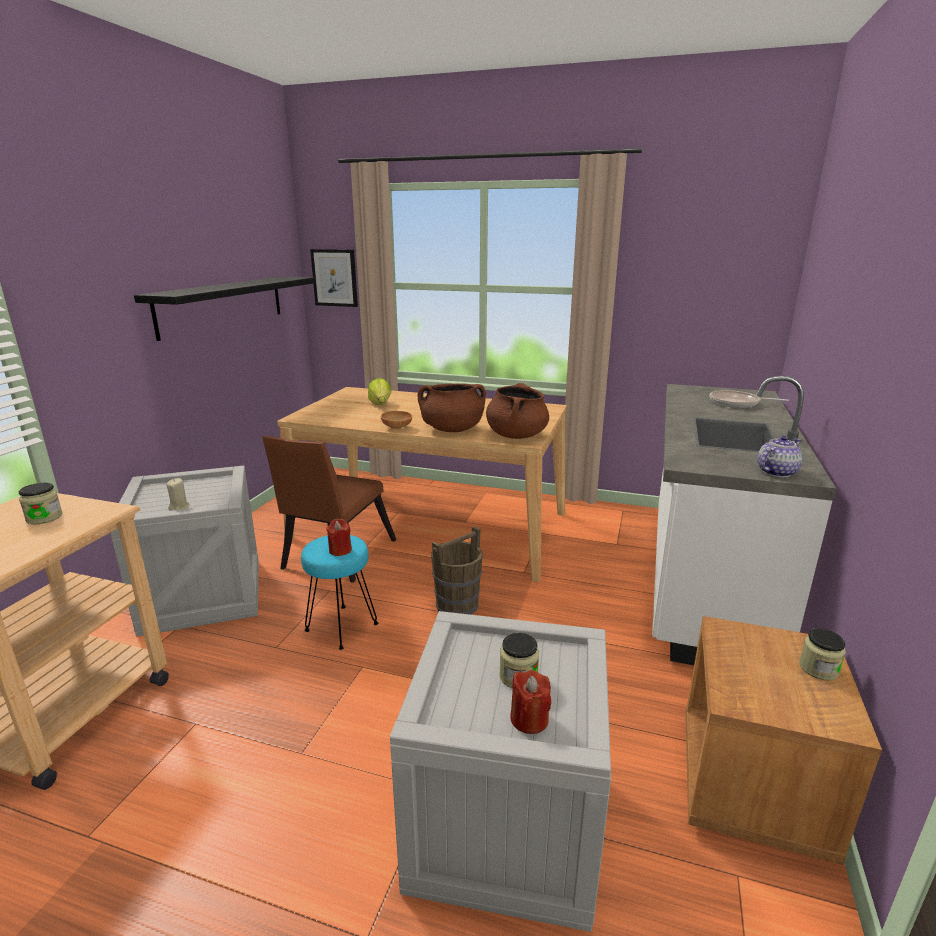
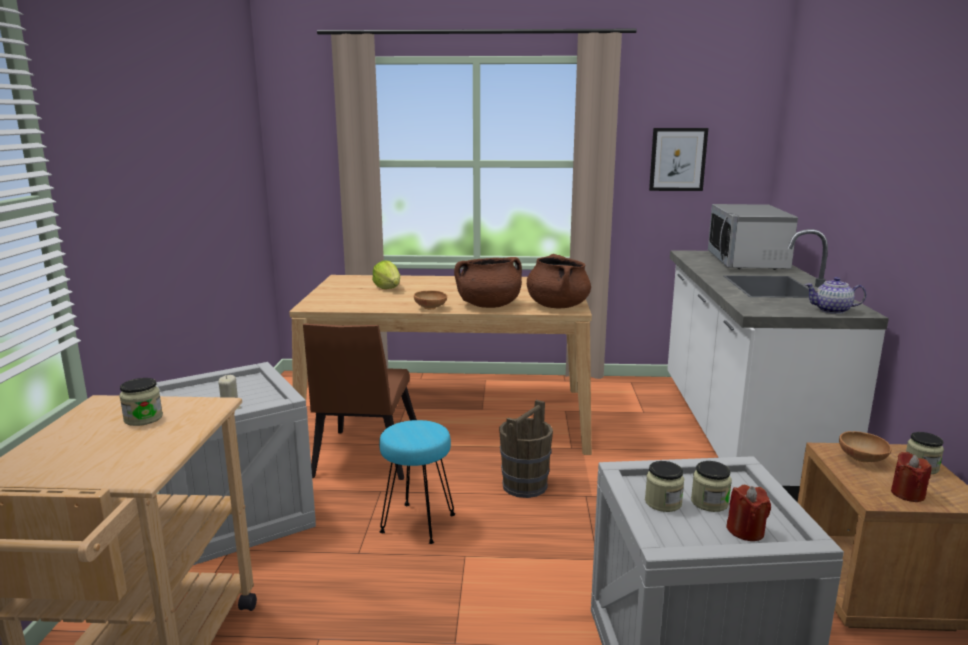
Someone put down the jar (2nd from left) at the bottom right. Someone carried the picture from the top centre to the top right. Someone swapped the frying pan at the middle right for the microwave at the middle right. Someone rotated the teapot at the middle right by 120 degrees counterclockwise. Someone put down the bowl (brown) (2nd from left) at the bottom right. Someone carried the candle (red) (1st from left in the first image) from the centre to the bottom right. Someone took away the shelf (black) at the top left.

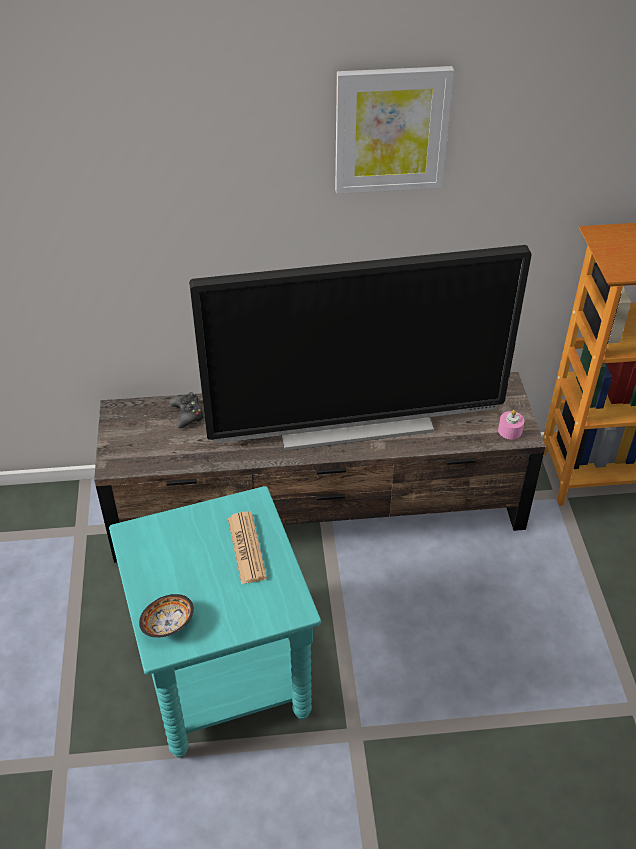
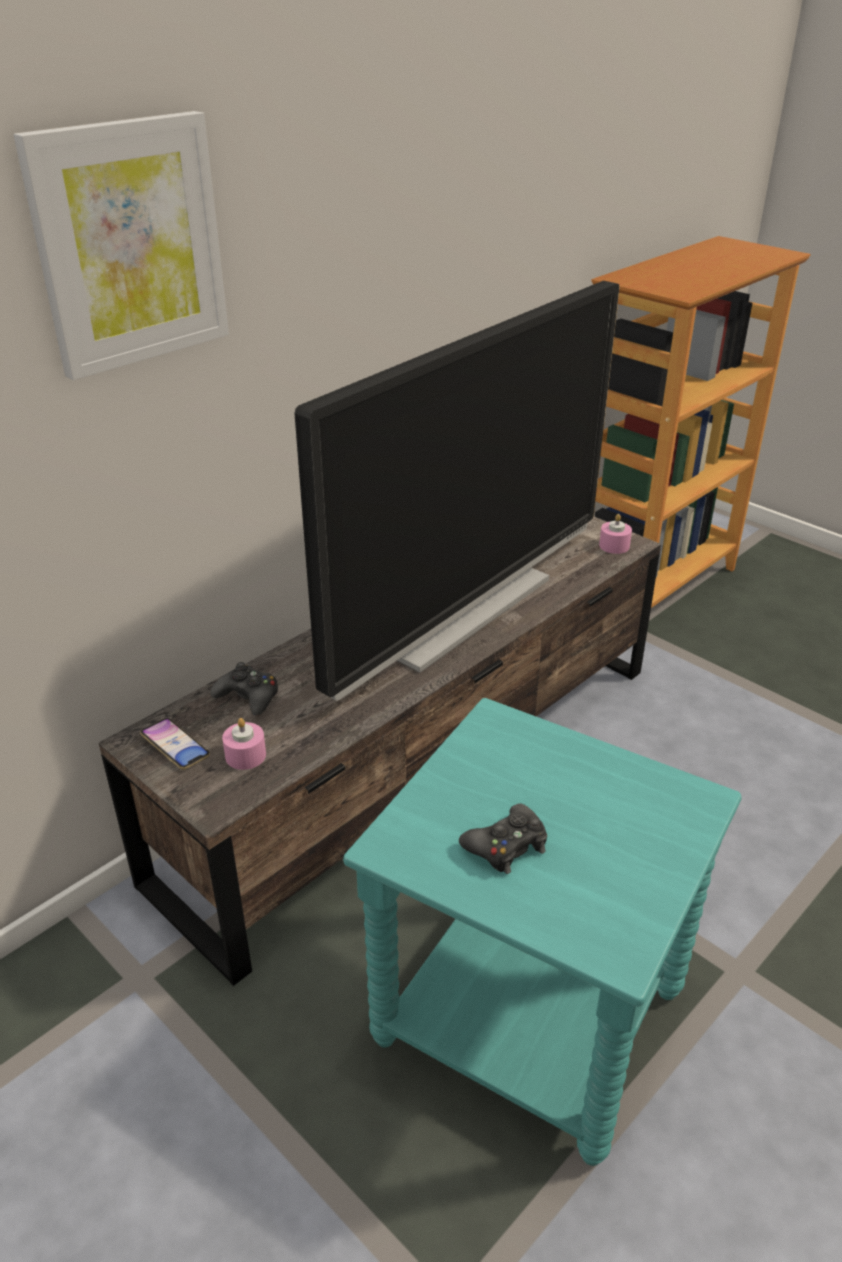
Someone carried the picture from the top centre to the top left. Someone put down the phone at the middle left. Someone put down the candle (pink) (1st from left) at the middle left. Someone put down the game controller (black) (2nd from left) at the centre. Someone took away the bowl at the bottom left. Someone took away the newspaper at the centre.

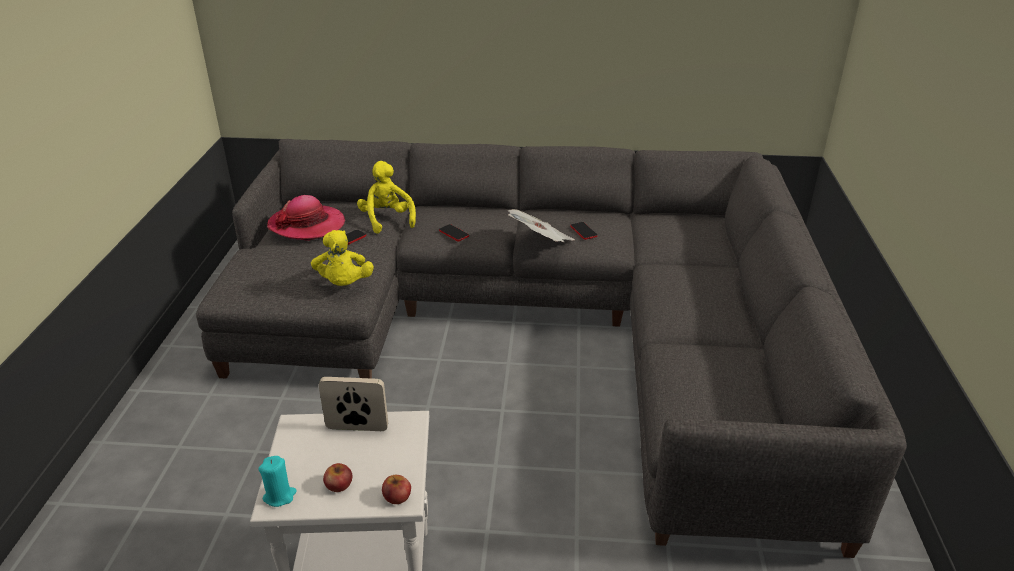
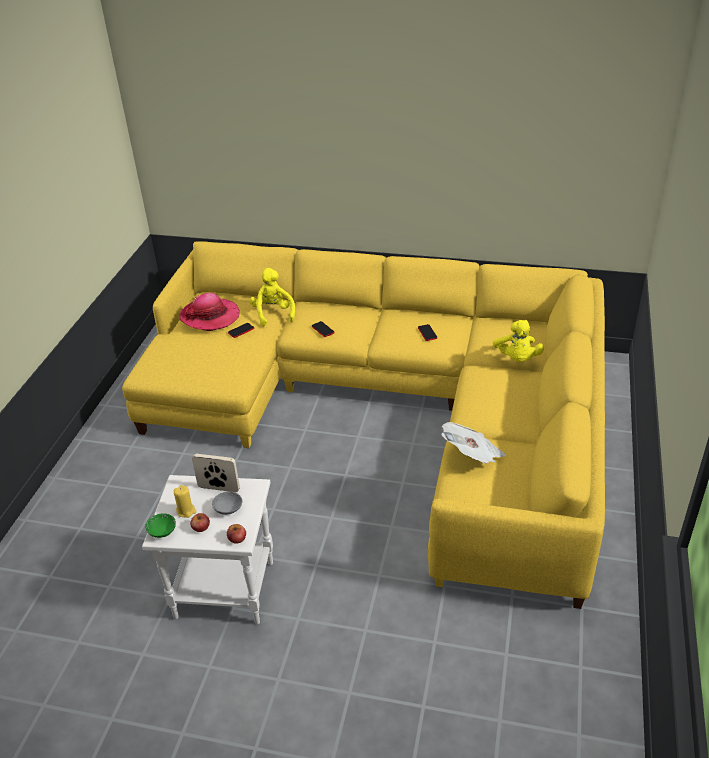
Someone repainted the sofa (grey) at the centre, which became the sofa (yellow) at the centre. Someone swapped the candle (turquoise) at the bottom left for the bowl (green) at the bottom left. Someone put down the candle (yellow) at the middle left. Someone put down the bowl (grey) at the middle left. Someone carried the newspaper from the centre to the middle right. Someone carried the plush toy (yellow) (1st from left in the first image) from the centre to the middle right.

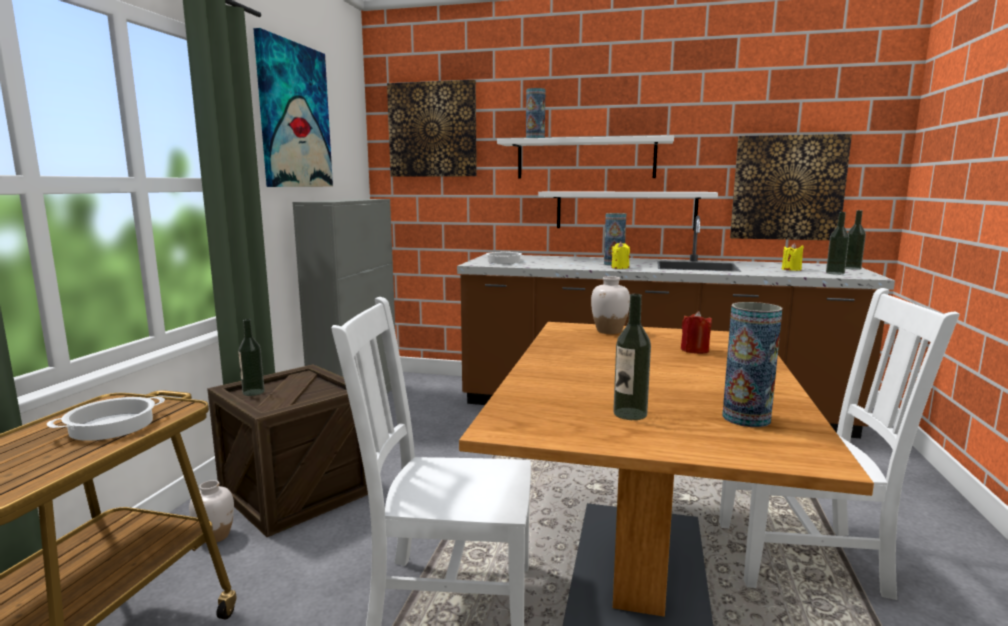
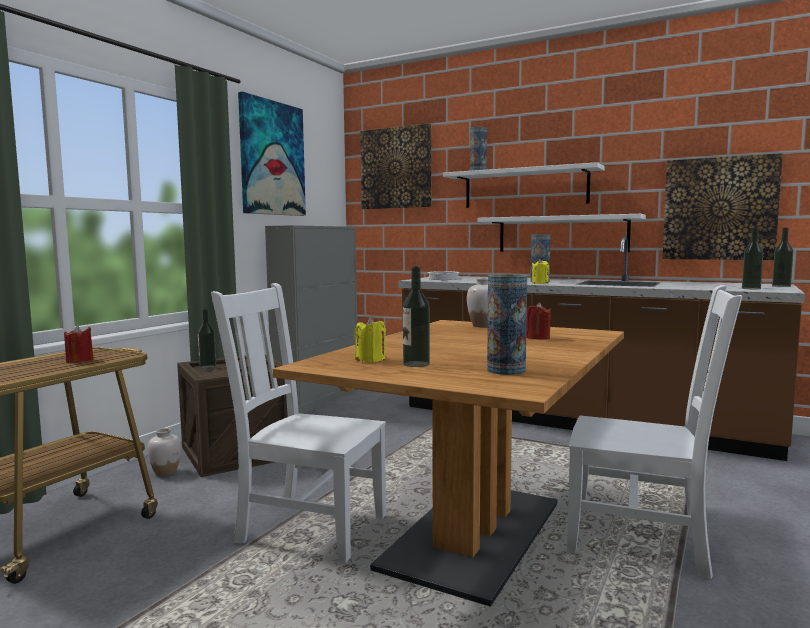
Someone swapped the cooking pot (1st from left) at the bottom left for the candle (red) (1st from left) at the middle left. Someone carried the candle (yellow) (2nd from left in the first image) from the middle right to the centre.

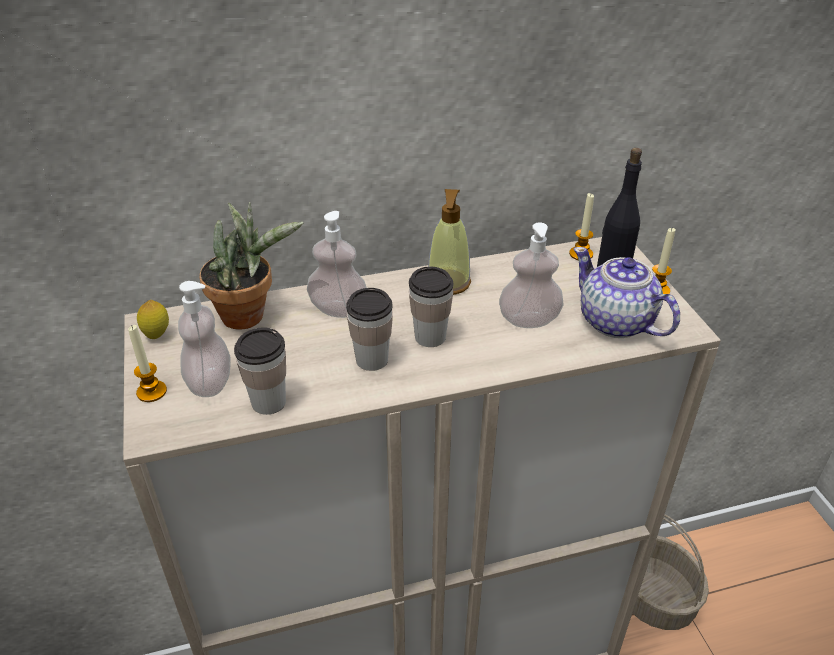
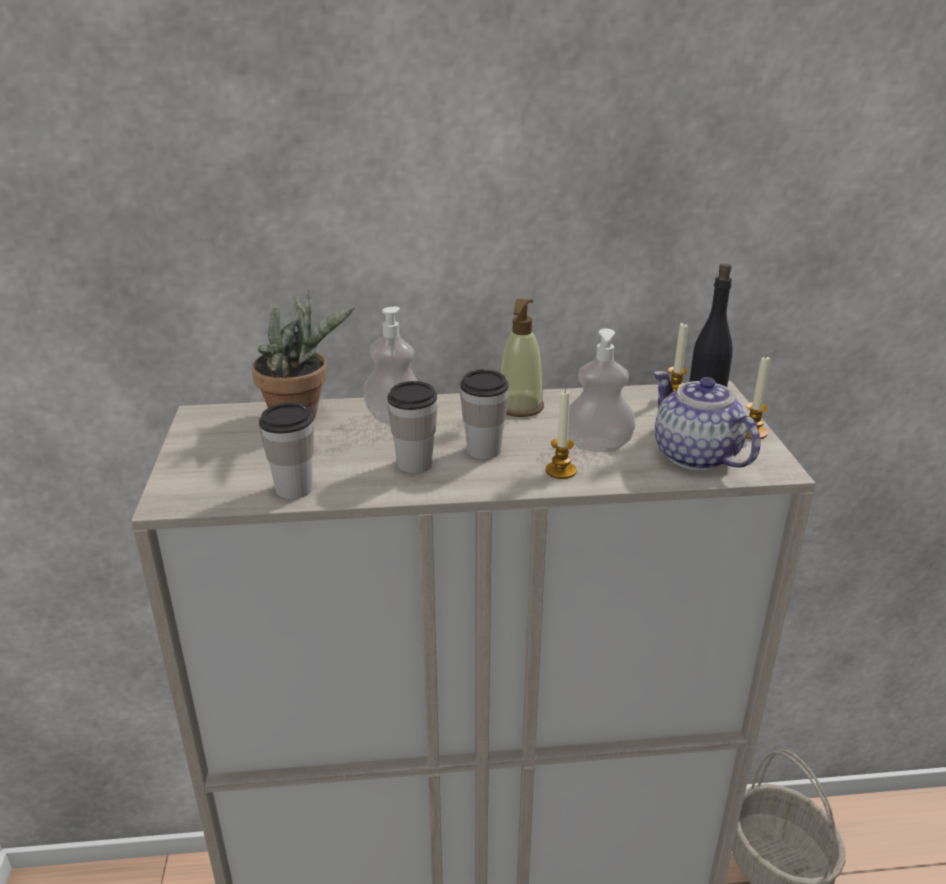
Someone carried the candle (1st from left) from the middle left to the centre. Someone took away the lemon at the middle left. Someone took away the soap dispenser (1st from left) at the middle left.

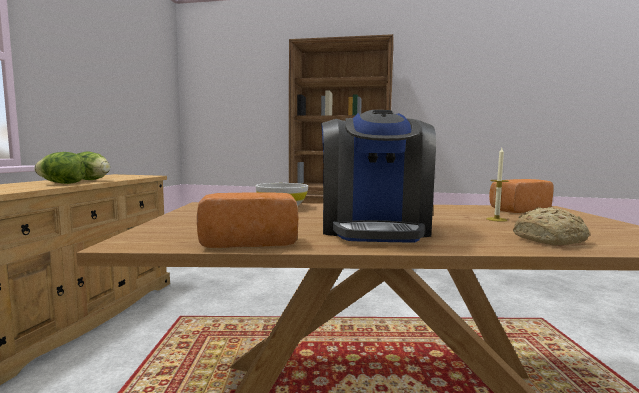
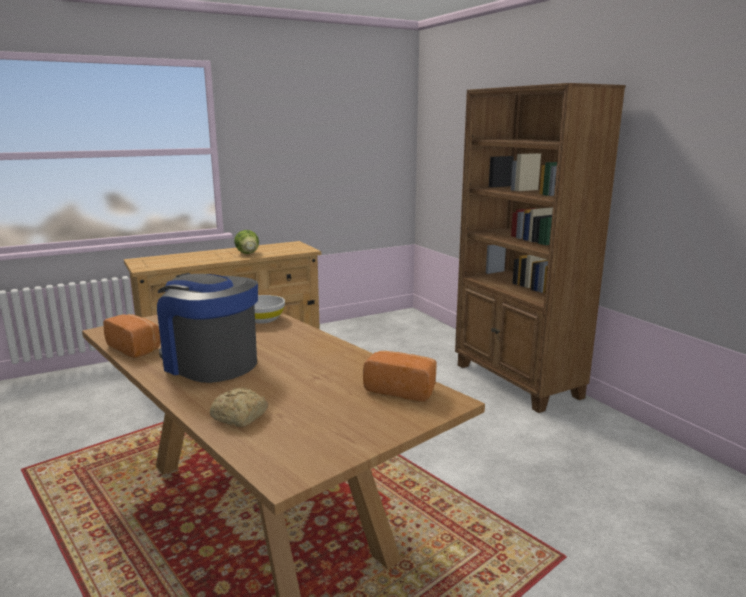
Someone rotated the coffee machine at the centre by 75 degrees clockwise. Someone took away the lettuce (1st from left) at the middle left. Someone took away the candle at the middle right.

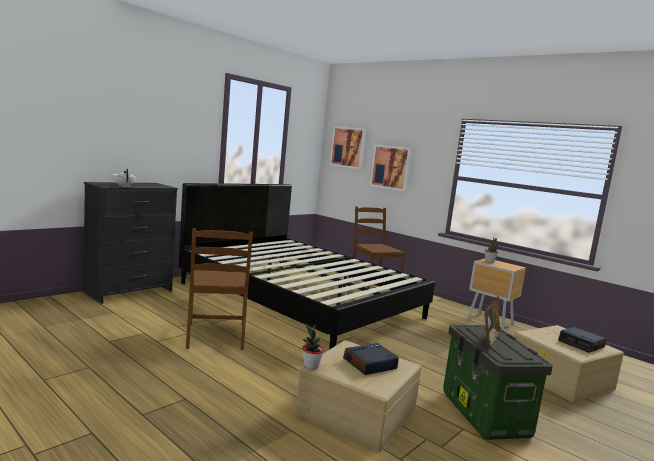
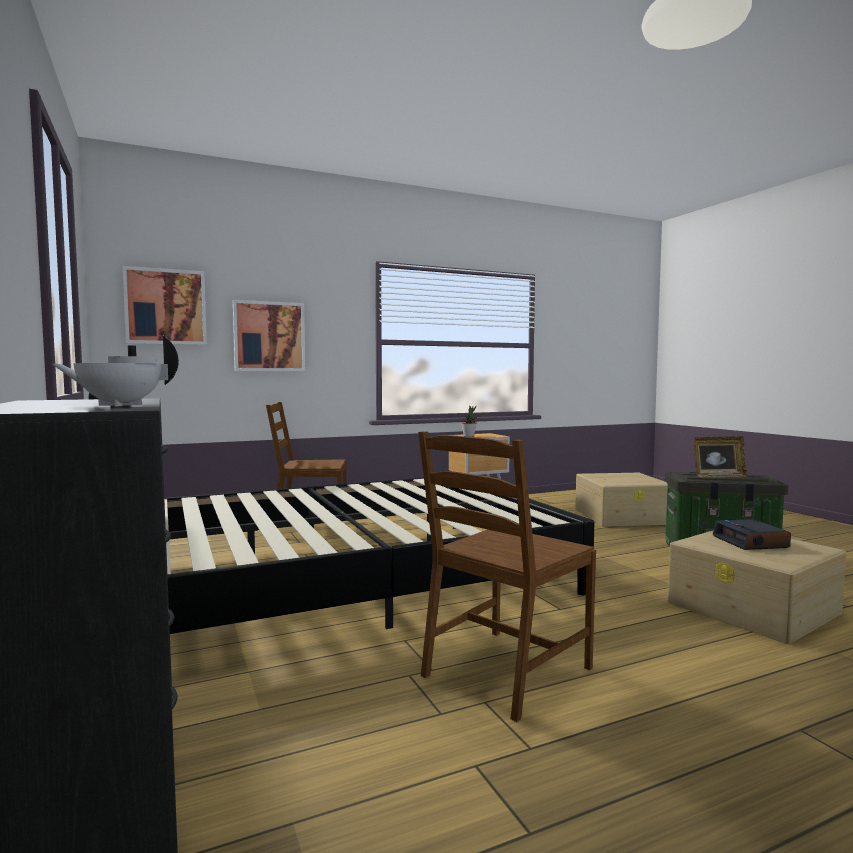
Someone rotated the chair (brown) (1st from left in the first image) at the centre by 120 degrees clockwise. Someone rotated the picture frame at the bottom right by 120 degrees clockwise. Someone took away the potted plant (1st from left) at the bottom centre. Someone took away the alarm clock (2nd from left) at the bottom right.

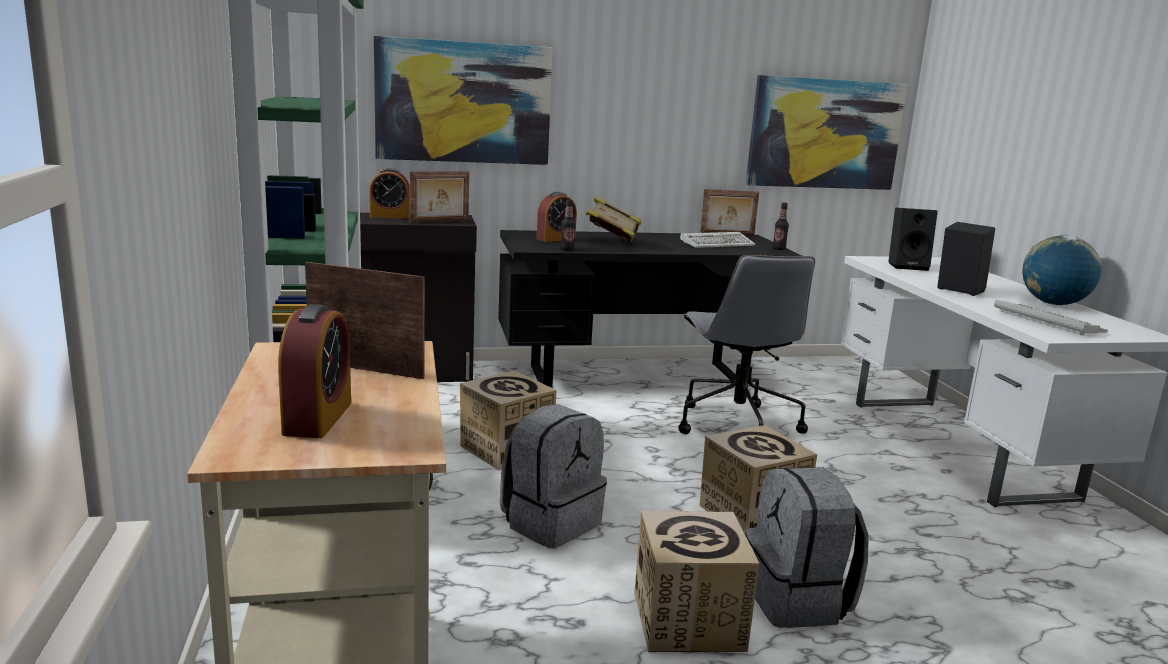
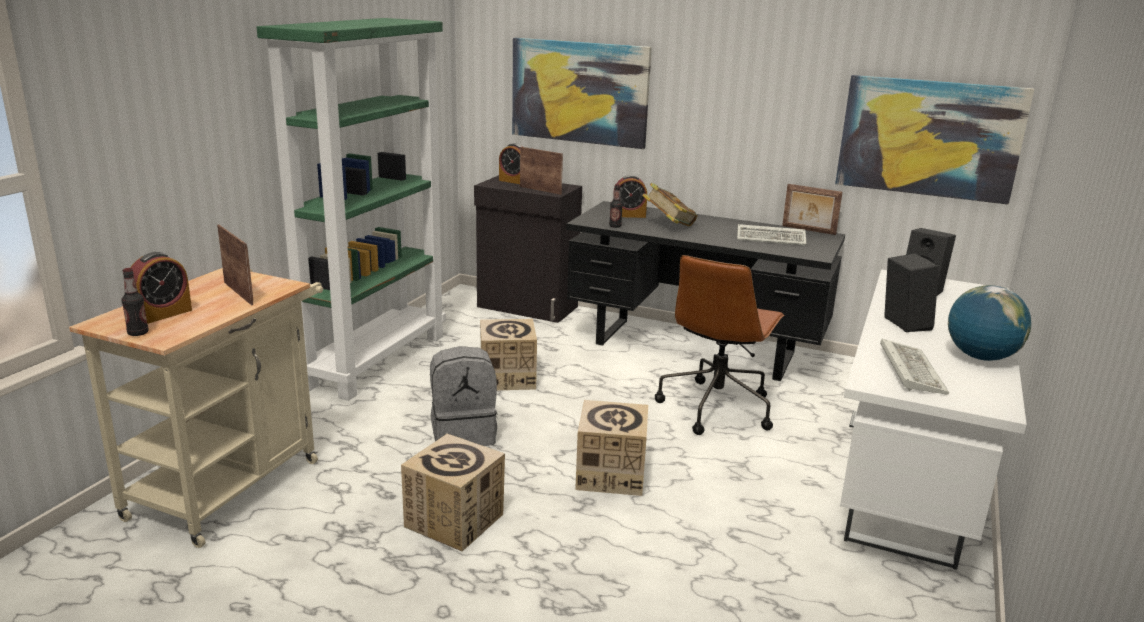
Someone carried the bottle (2nd from left in the first image) from the middle right to the middle left. Someone rotated the picture frame (2nd from left) at the top centre by 150 degrees counterclockwise. Someone repainted the office chair (grey) at the centre, which became the office chair (brown) at the centre. Someone took away the backpack (grey) (2nd from left) at the bottom right.

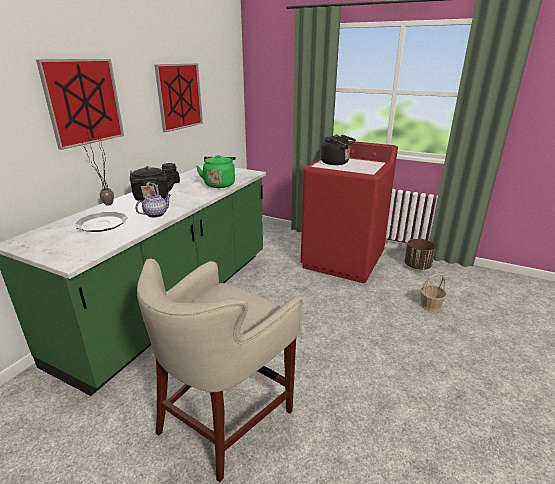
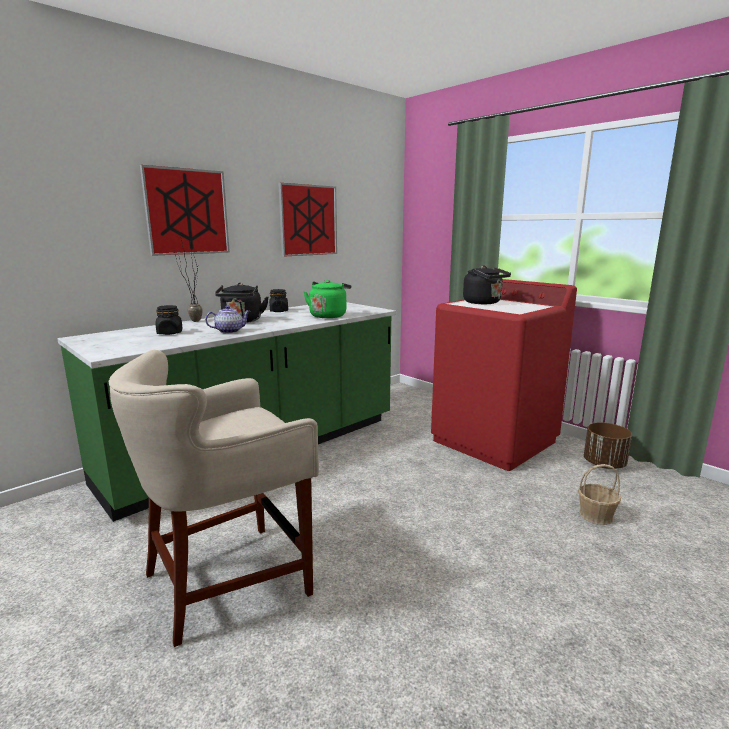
Someone swapped the plate at the middle left for the jar (black) (1st from left) at the middle left.

